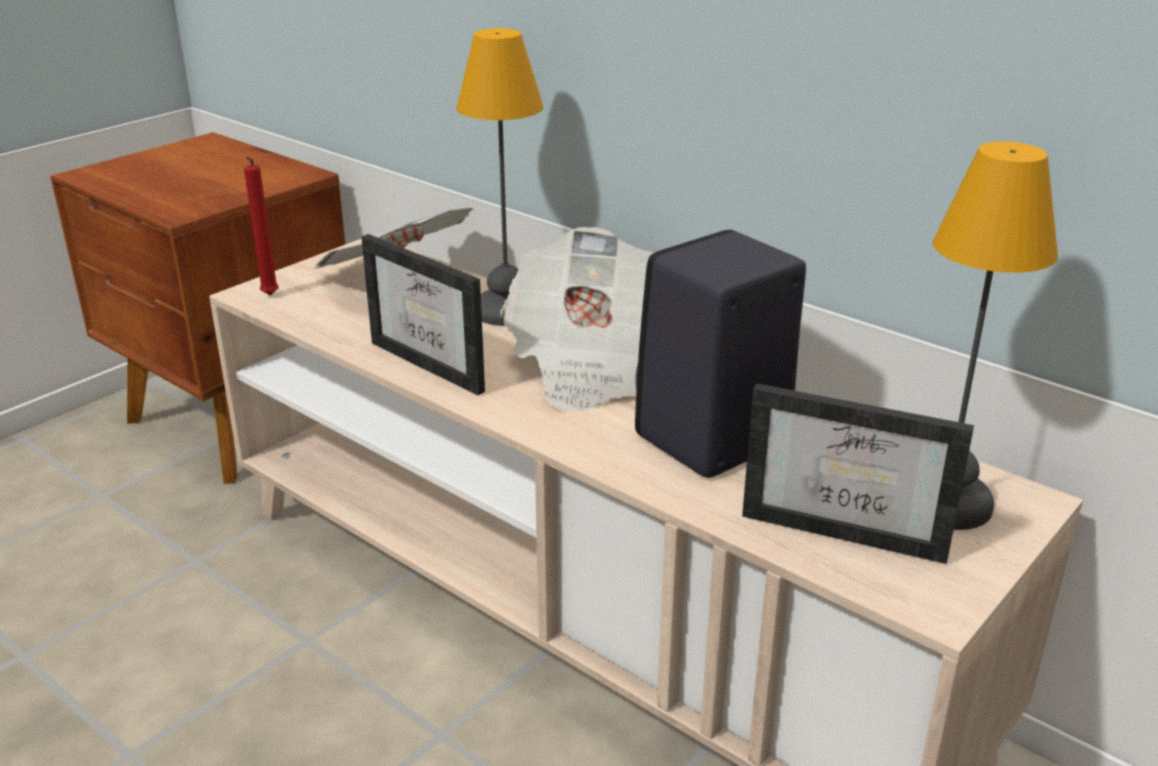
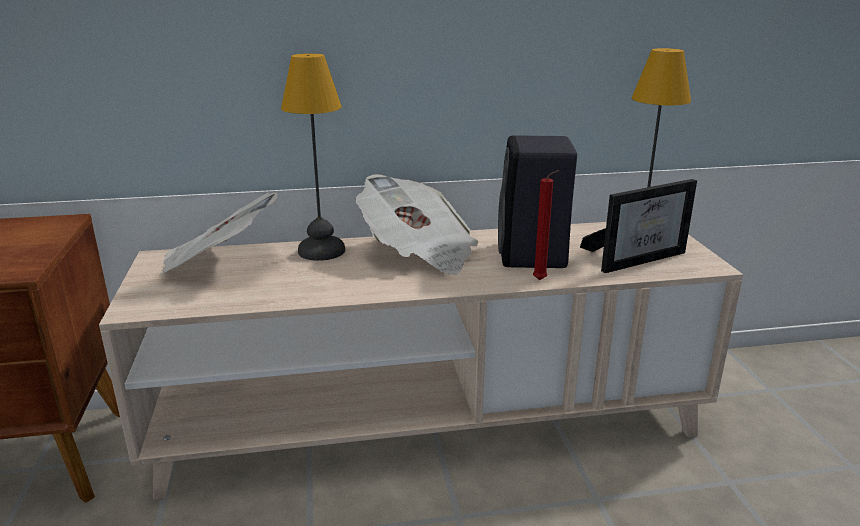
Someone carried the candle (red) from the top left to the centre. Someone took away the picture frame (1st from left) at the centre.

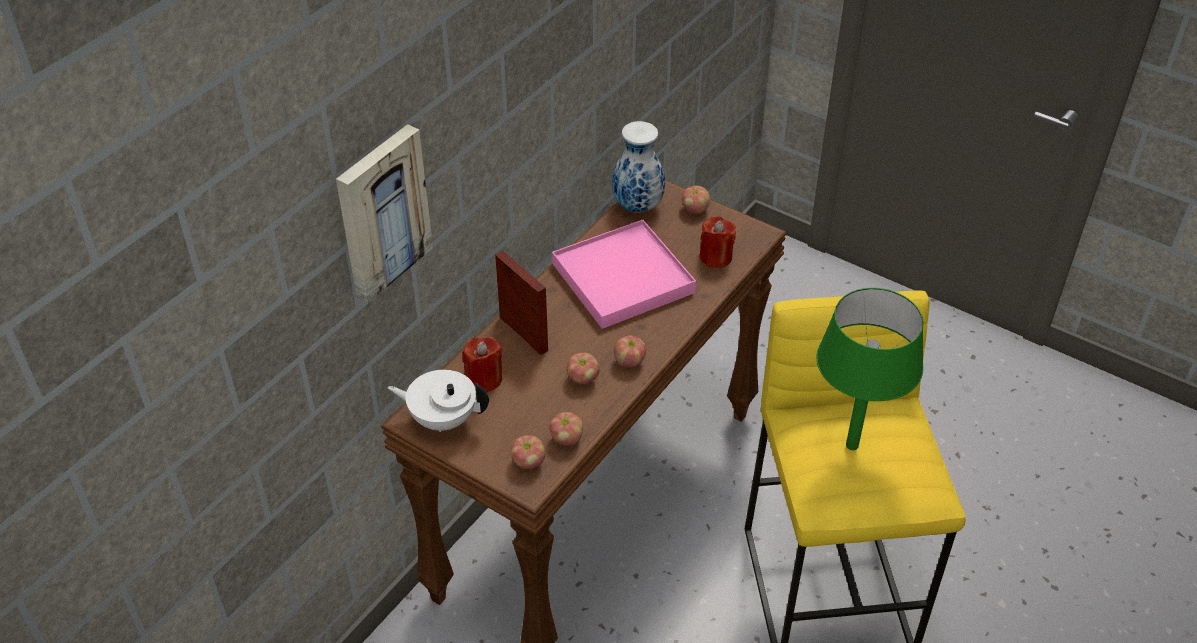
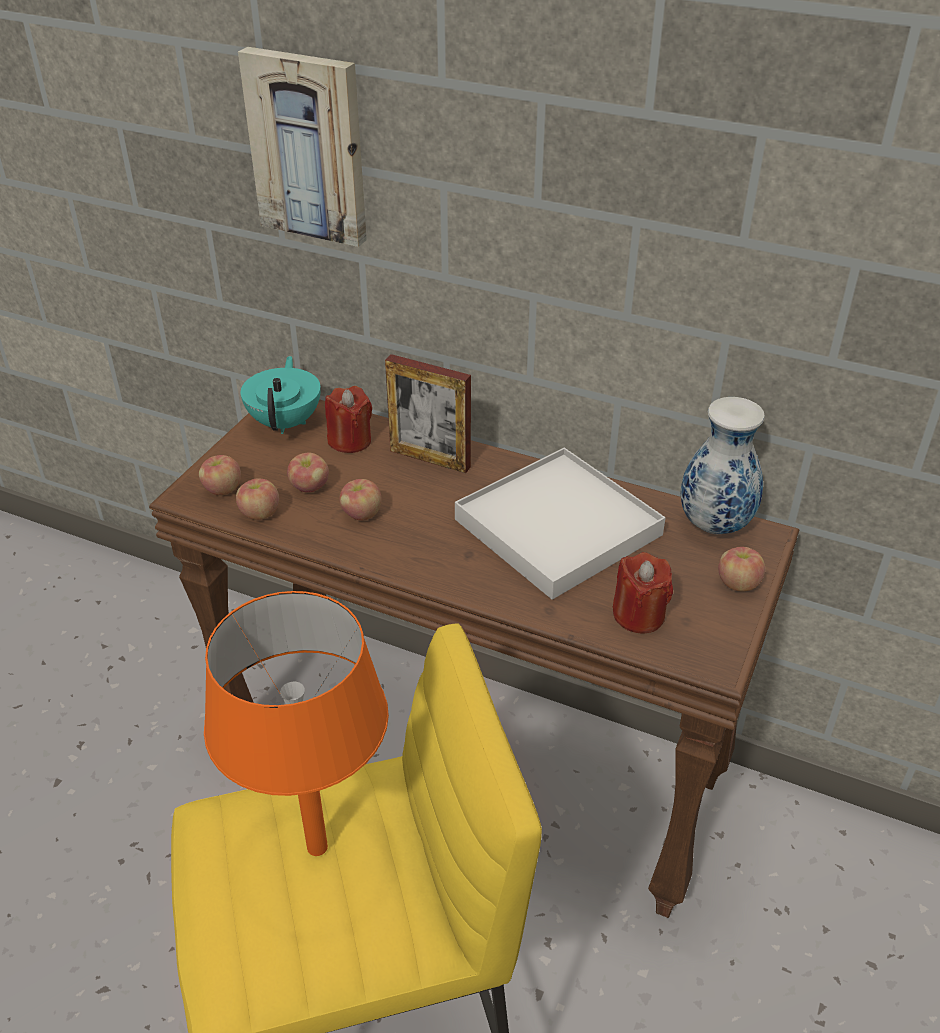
Someone repainted the table lamp (green) at the middle right, which became the table lamp (orange) at the bottom left. Someone repainted the teapot (white) at the centre, which became the teapot (turquoise) at the middle left. Someone carried the apple (4th from left in the first image) from the centre to the middle left. Someone rotated the picture frame at the centre by 75 degrees clockwise. Someone repainted the tray (pink) at the centre, which became the tray (white) at the centre.

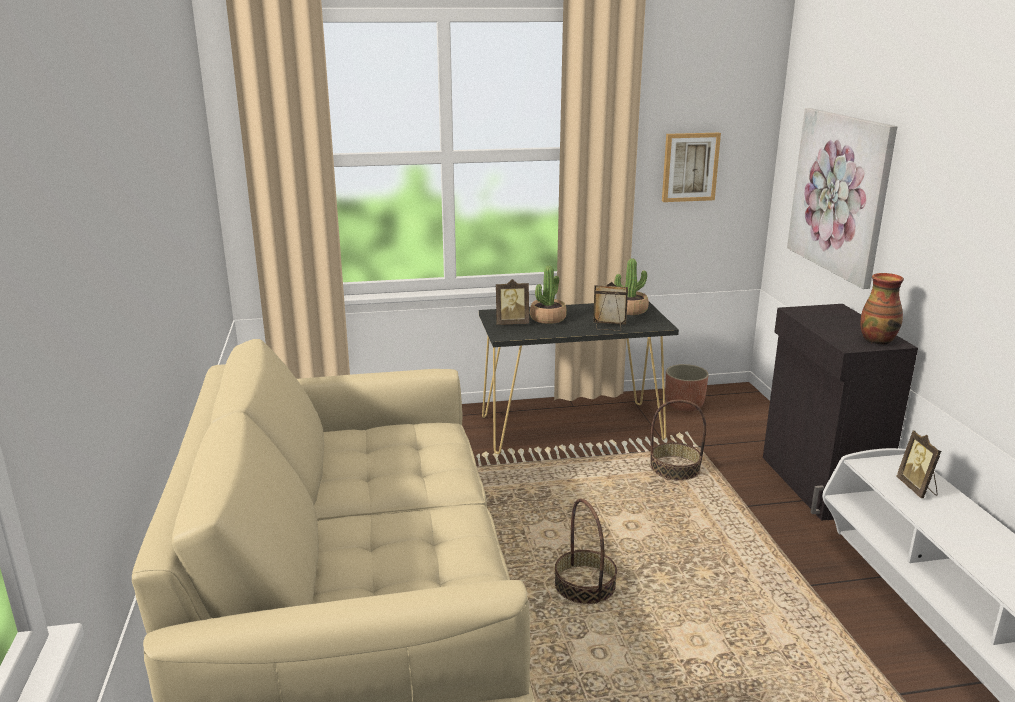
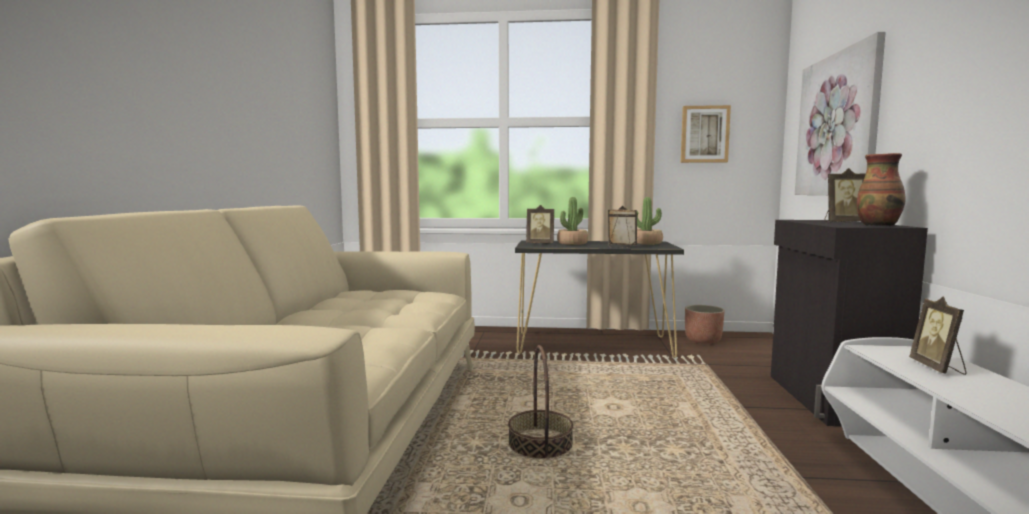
Someone put down the picture frame (3rd from left) at the middle right. Someone took away the basket (2nd from left) at the middle right.

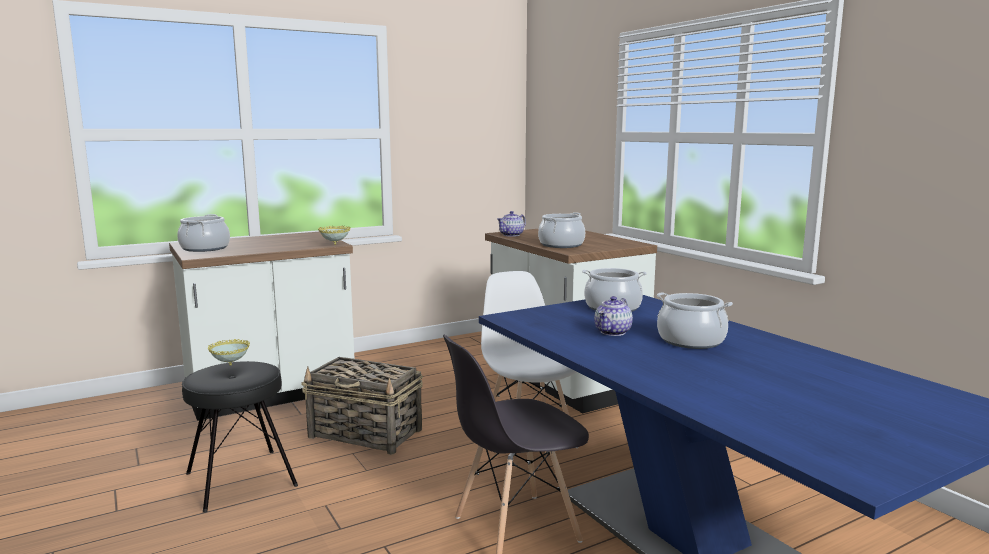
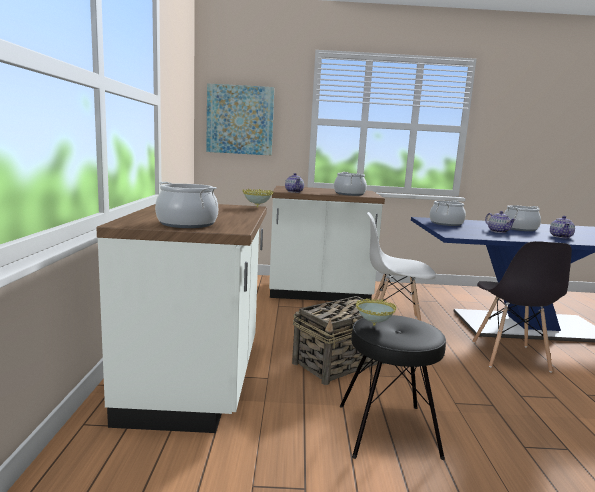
Someone put up the picture at the top centre. Someone put down the teapot (3rd from left) at the middle right.

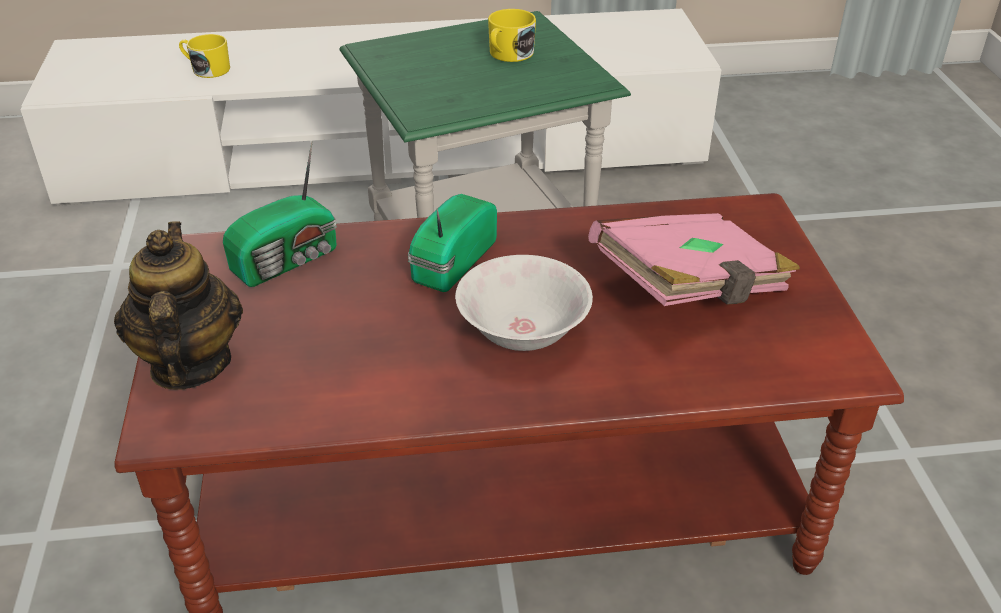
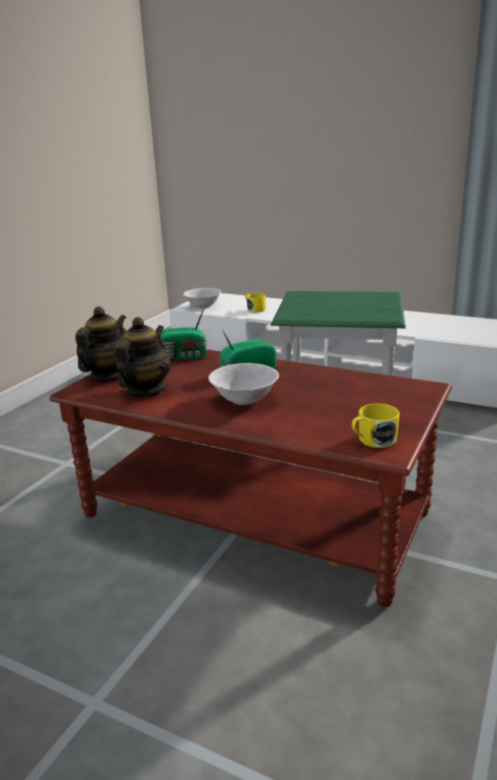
Someone put down the teapot (2nd from left) at the middle left. Someone put down the bowl (white) (1st from left) at the centre. Someone carried the mug (yellow) (2nd from left) from the top centre to the middle right. Someone took away the book (pink) at the middle right.

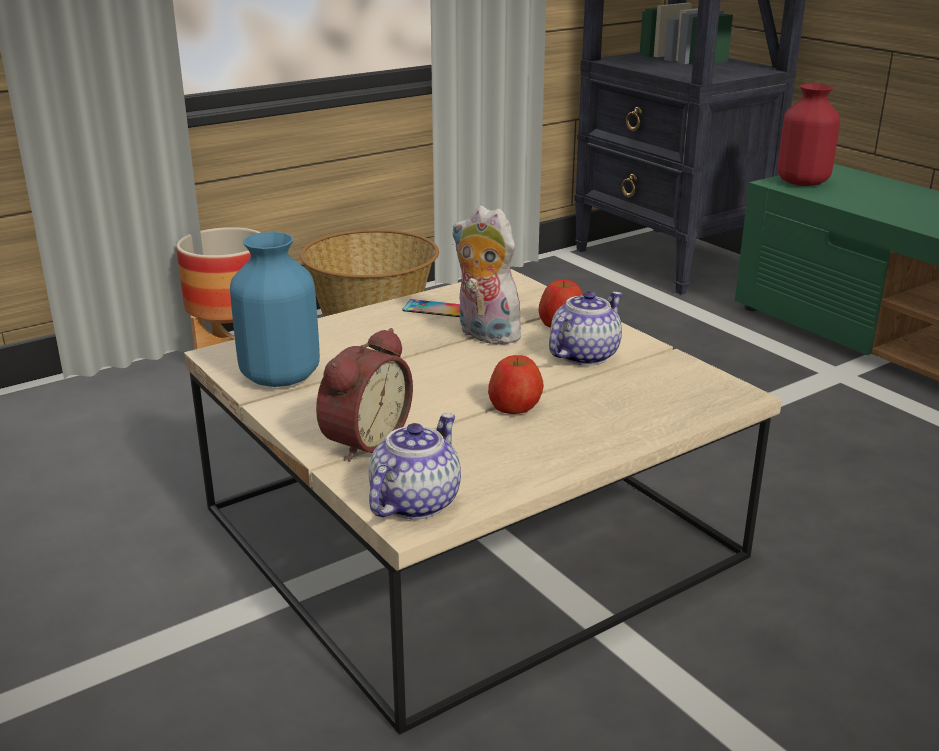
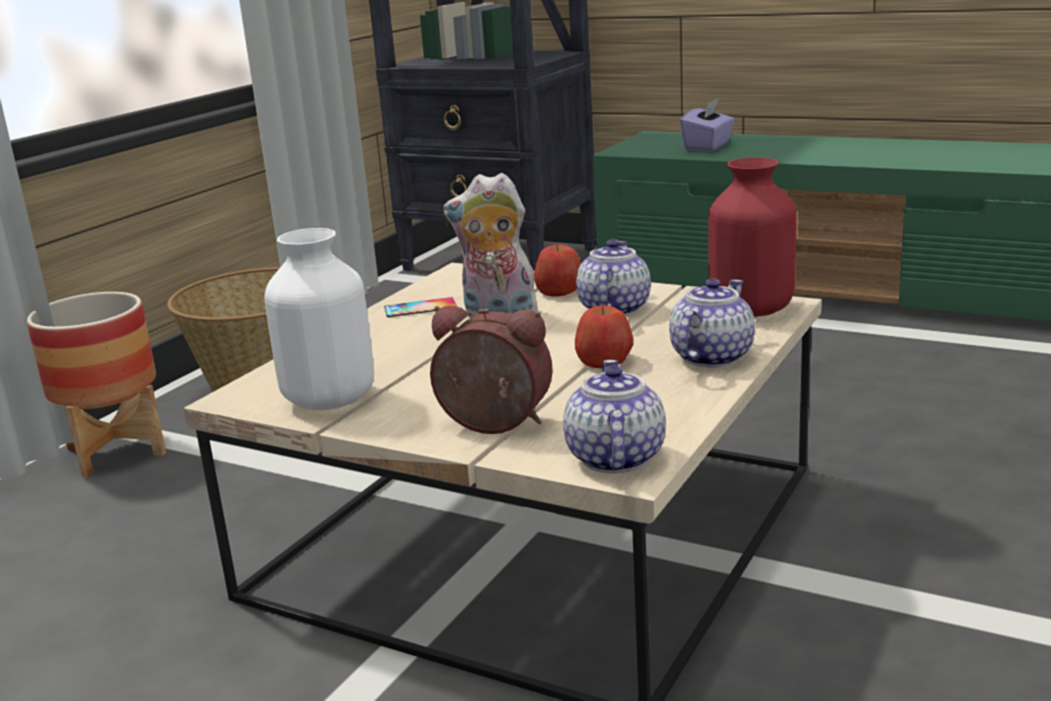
Someone repainted the vase (blue) at the middle left, which became the vase (white) at the middle left. Someone rotated the alarm clock at the centre by 75 degrees counterclockwise. Someone put down the teapot (3rd from left) at the middle right. Someone put down the tissue box (purple) at the top right. Someone carried the vase (red) from the top right to the middle right.

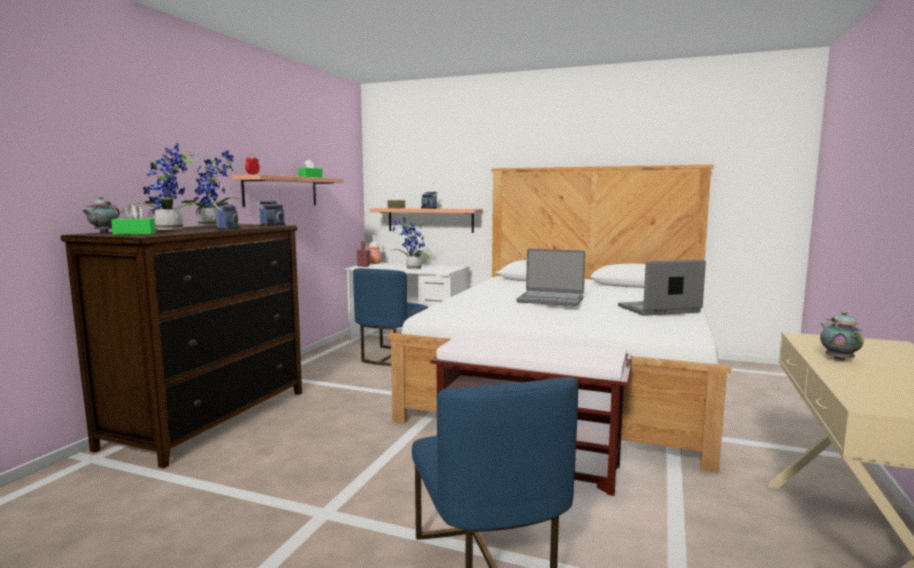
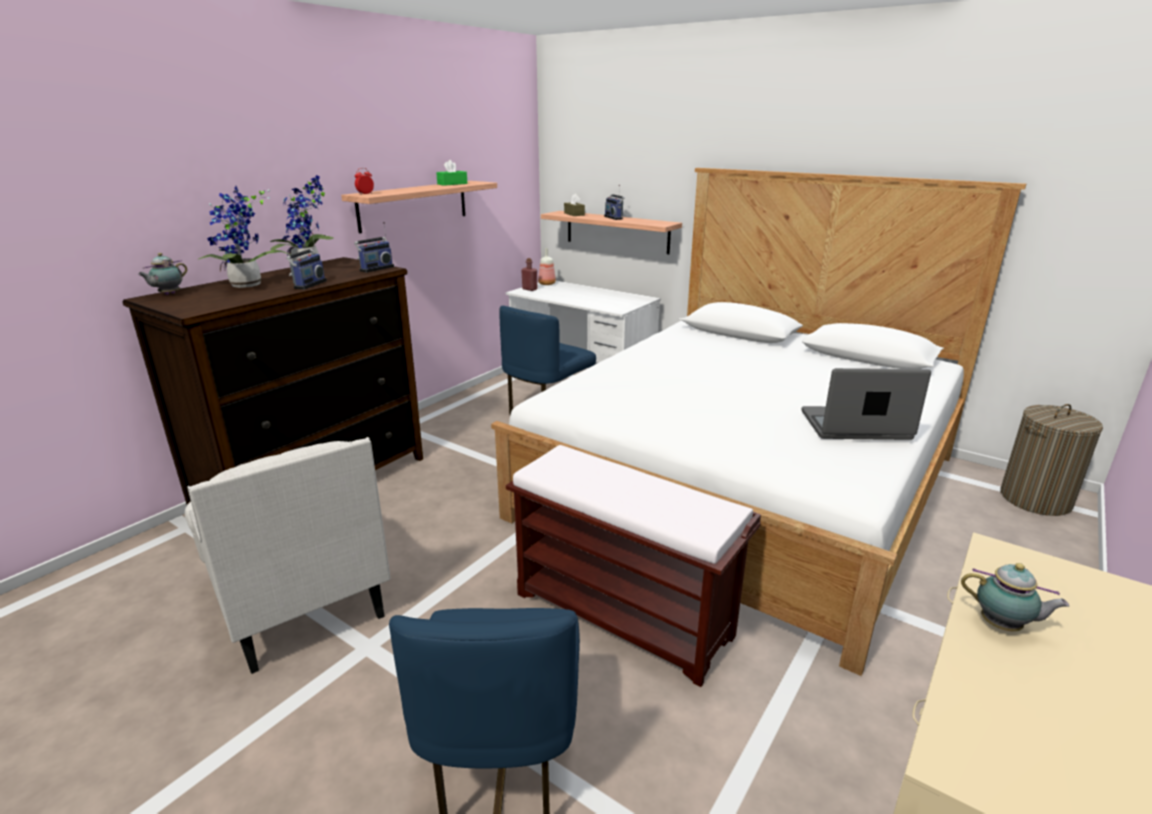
Someone put down the armchair (white) at the bottom left. Someone rotated the teapot (2nd from left) at the middle right by 105 degrees clockwise. Someone put down the laundry basket at the middle right. Someone took away the tissue box (green) (1st from left) at the middle left. Someone took away the potted plant (3rd from left) at the centre. Someone took away the laptop (1st from left) at the centre.

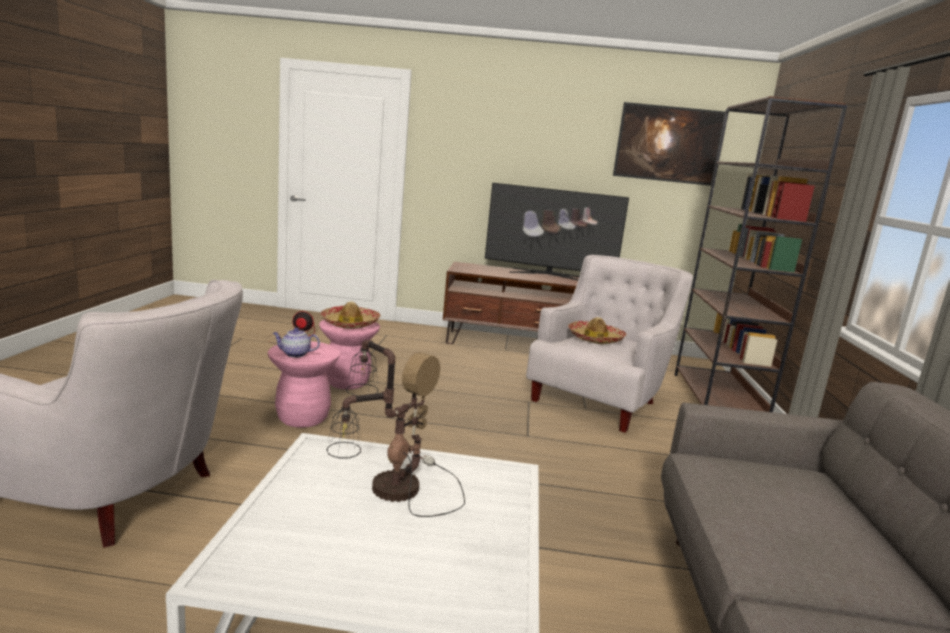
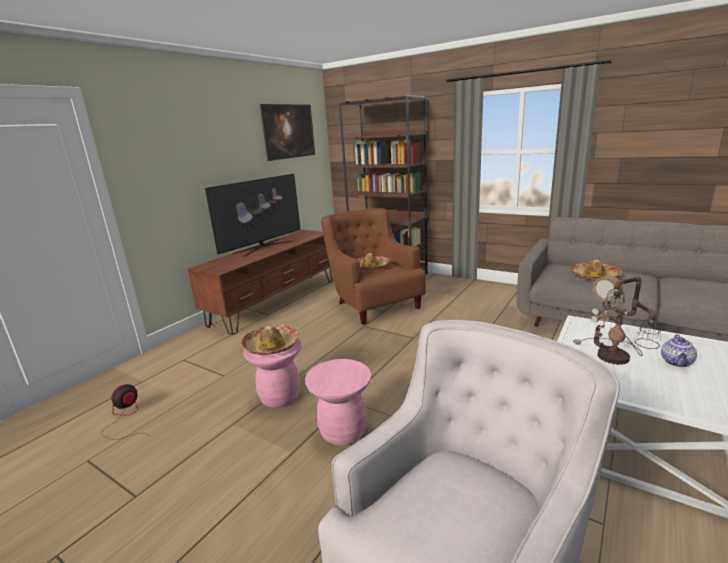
Someone repainted the armchair (white) (2nd from left) at the centre, which became the armchair (brown) at the centre. Someone put down the hat (3rd from left) at the middle right. Someone carried the teapot from the middle left to the middle right.

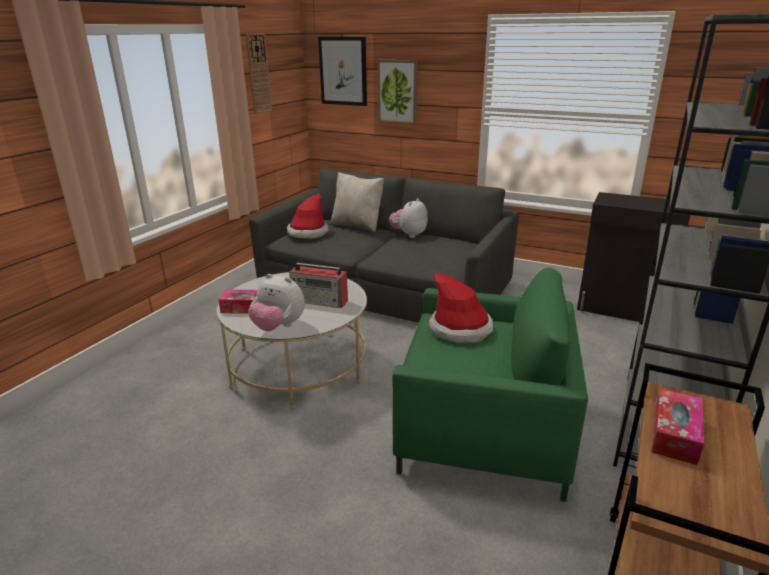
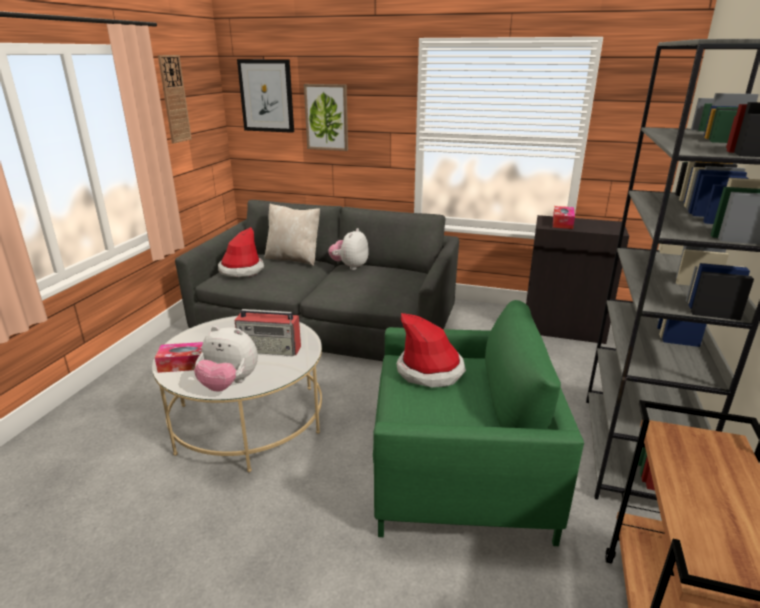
Someone carried the tissue box (2nd from left) from the bottom right to the middle right.

